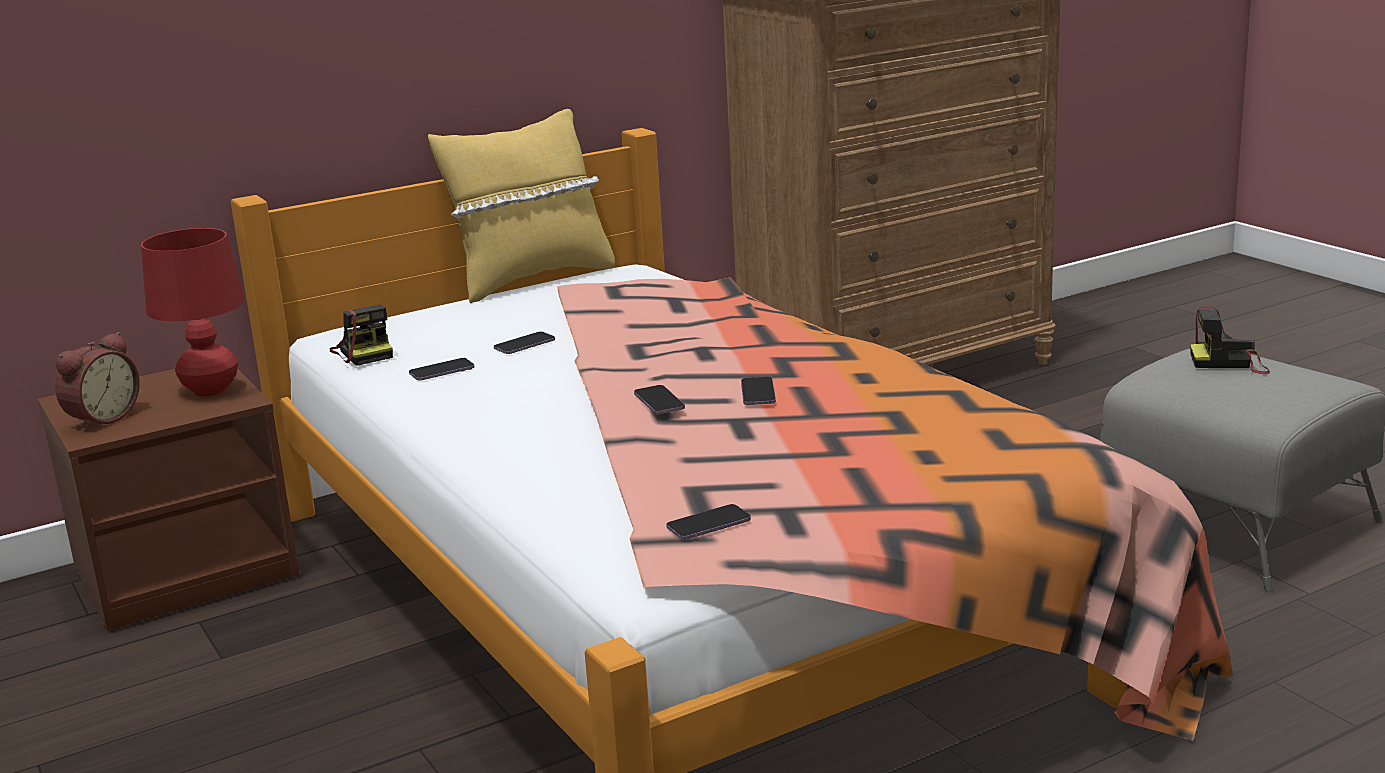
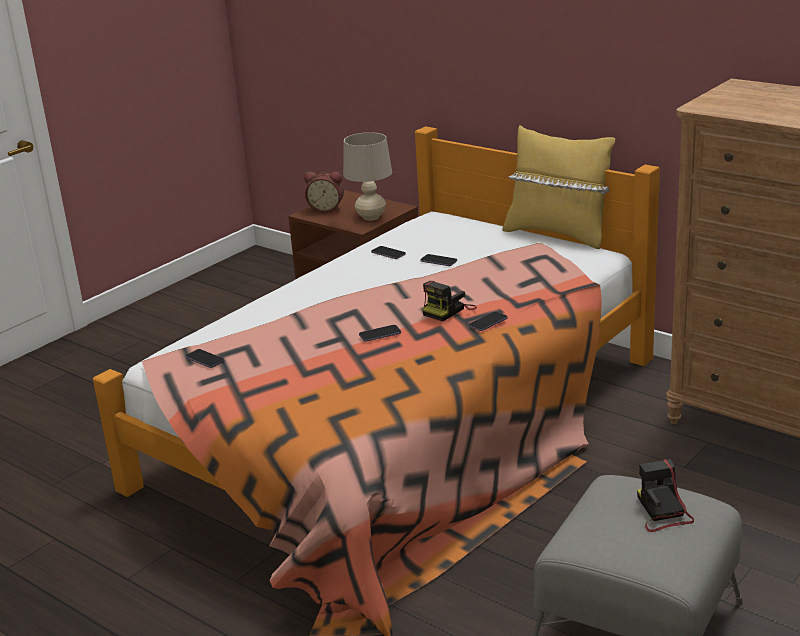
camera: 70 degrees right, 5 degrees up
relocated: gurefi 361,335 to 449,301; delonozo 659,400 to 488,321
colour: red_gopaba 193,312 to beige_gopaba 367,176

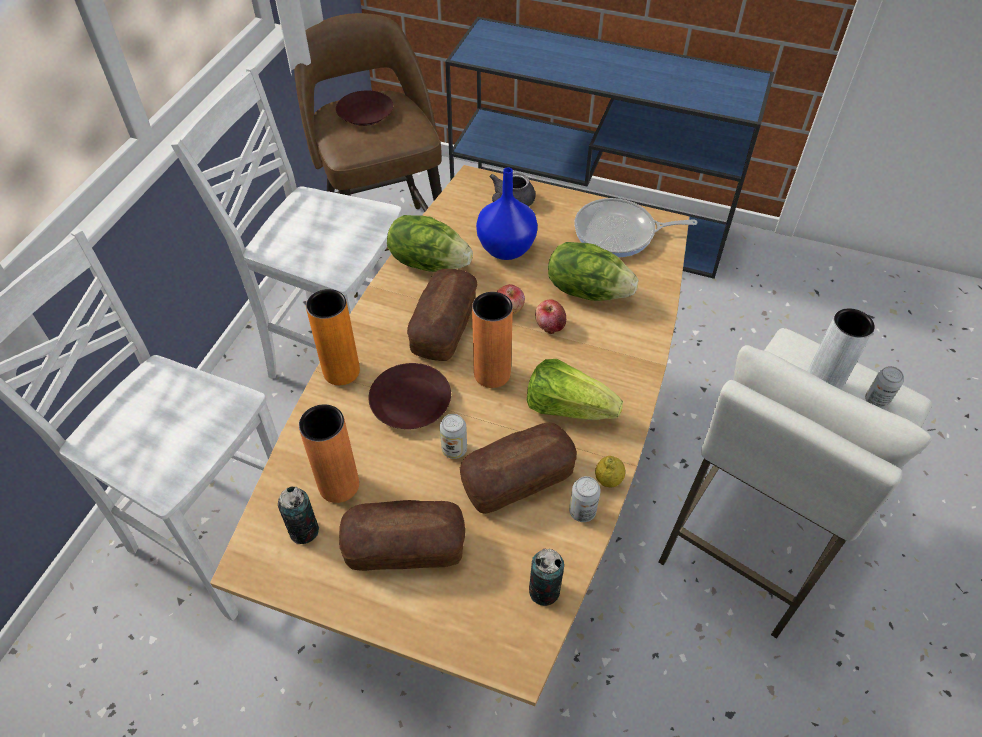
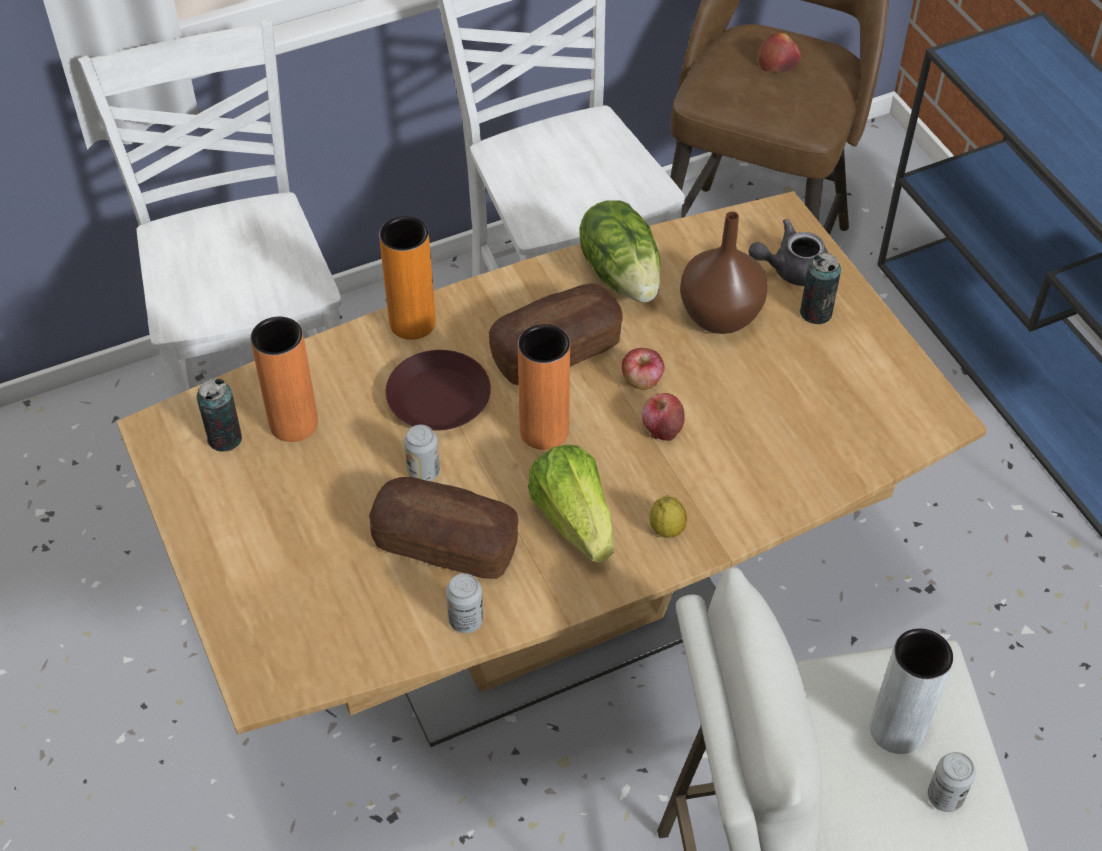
camera: 45 degrees right, 0 degrees up
missing: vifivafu 402,535; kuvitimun 593,271; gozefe 635,227
relocated: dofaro 546,577 to 820,288; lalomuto 610,472 to 668,516
exchanged: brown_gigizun 364,108 to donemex 779,52
colour: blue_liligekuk 507,213 to brown_liligekuk 724,272

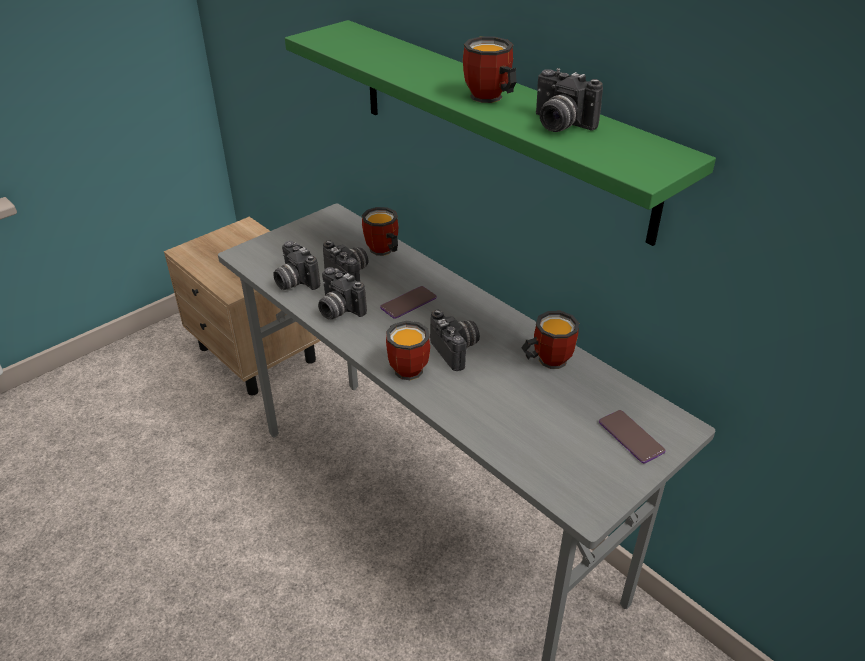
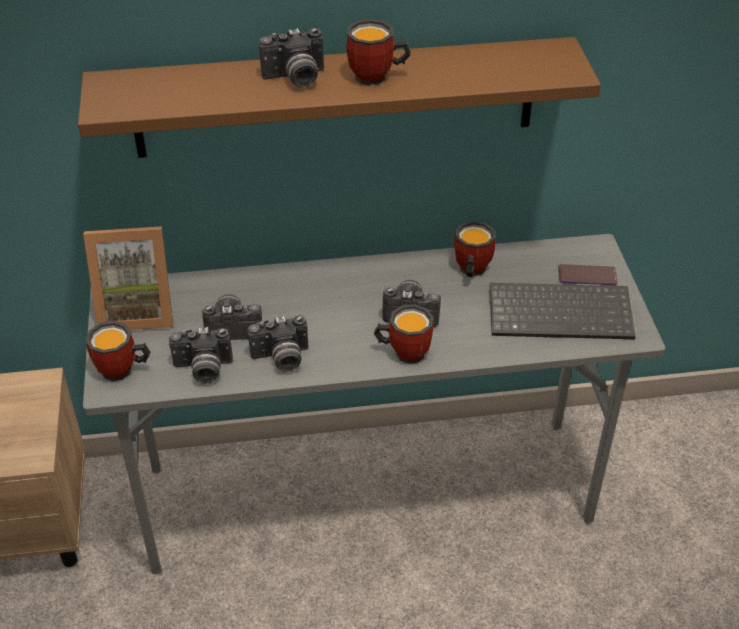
camera: 55 degrees left, 5 degrees up
missing: delonozo 408,302
appeared: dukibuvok 128,278; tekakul 563,311
relocated: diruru 380,231 to 118,351; gurefi 569,100 to 291,57
colour: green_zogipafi 500,133 to brown_zogipafi 339,97

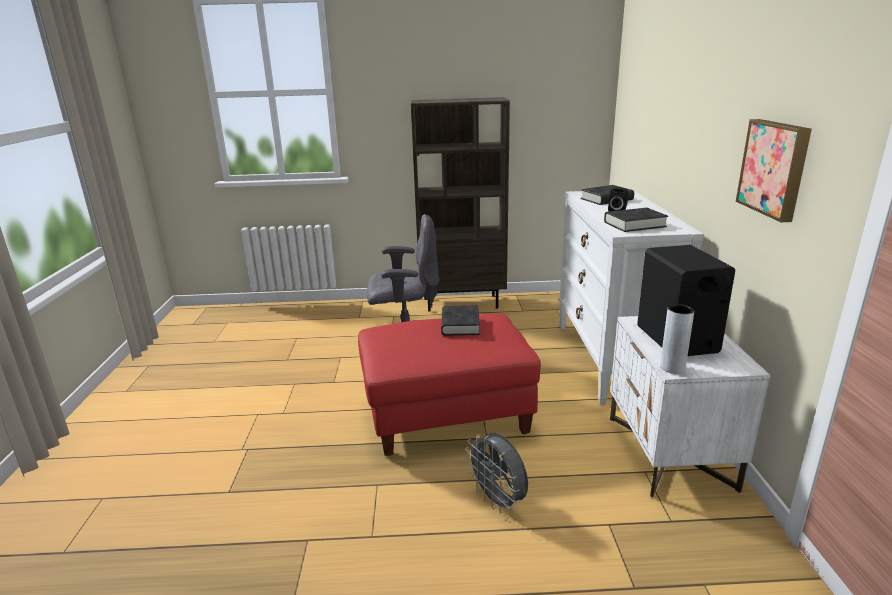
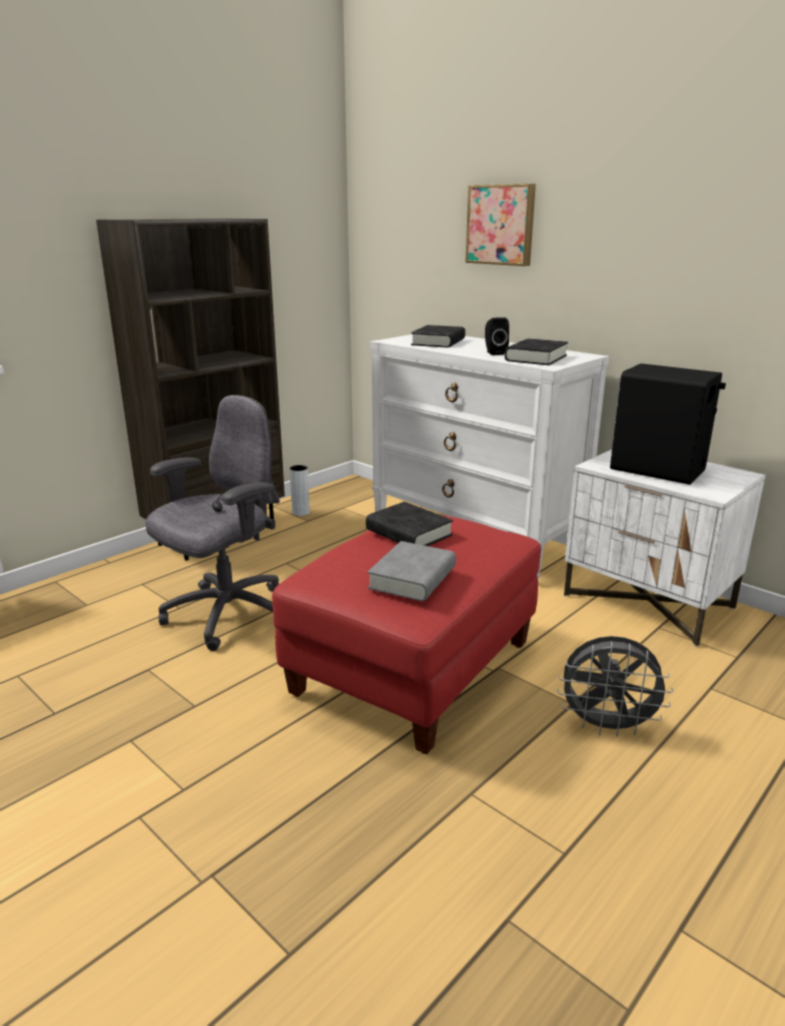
camera: 45 degrees left, 0 degrees up
appeared: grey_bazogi 411,571
relocated: grey_liligekuk 677,339 to 300,490; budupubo 774,170 to 500,225

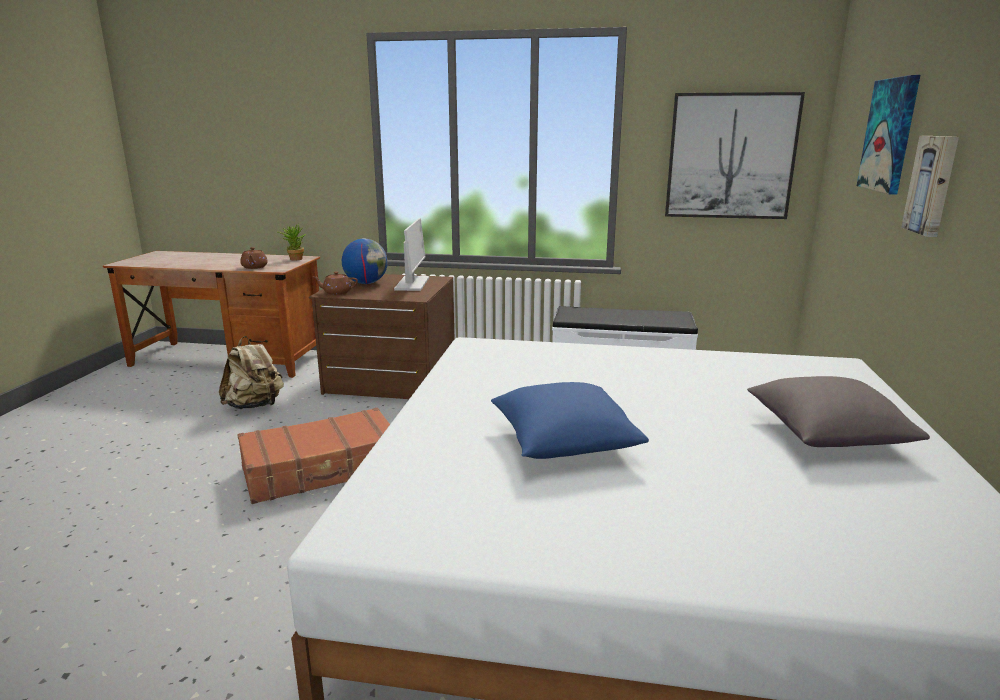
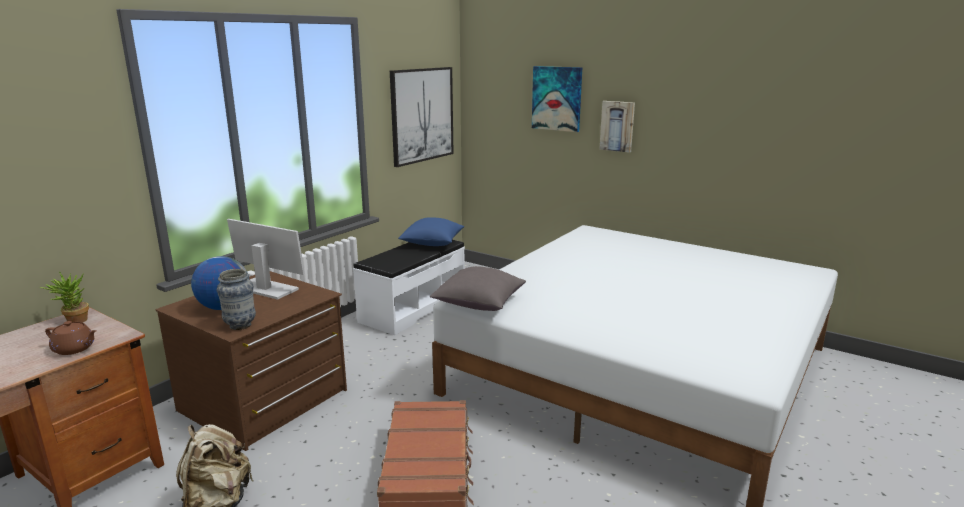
camera: 65 degrees left, 0 degrees up
relocated: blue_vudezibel 570,420 to 431,231; grey_vudezibel 838,411 to 478,288
exchanged: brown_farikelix 336,283 to liligekuk 236,299

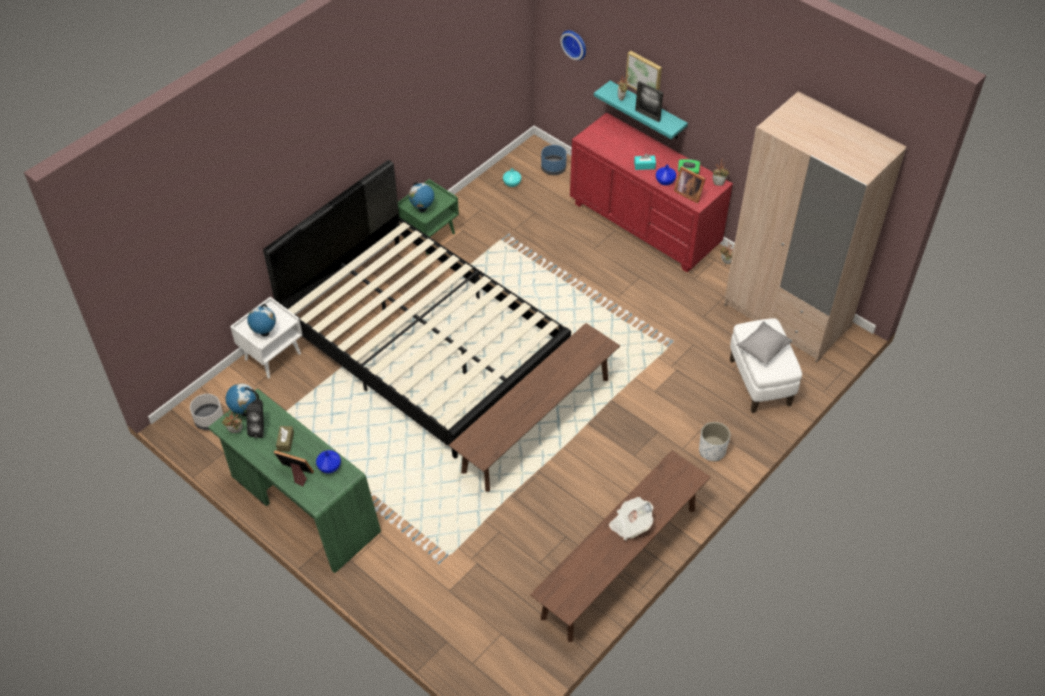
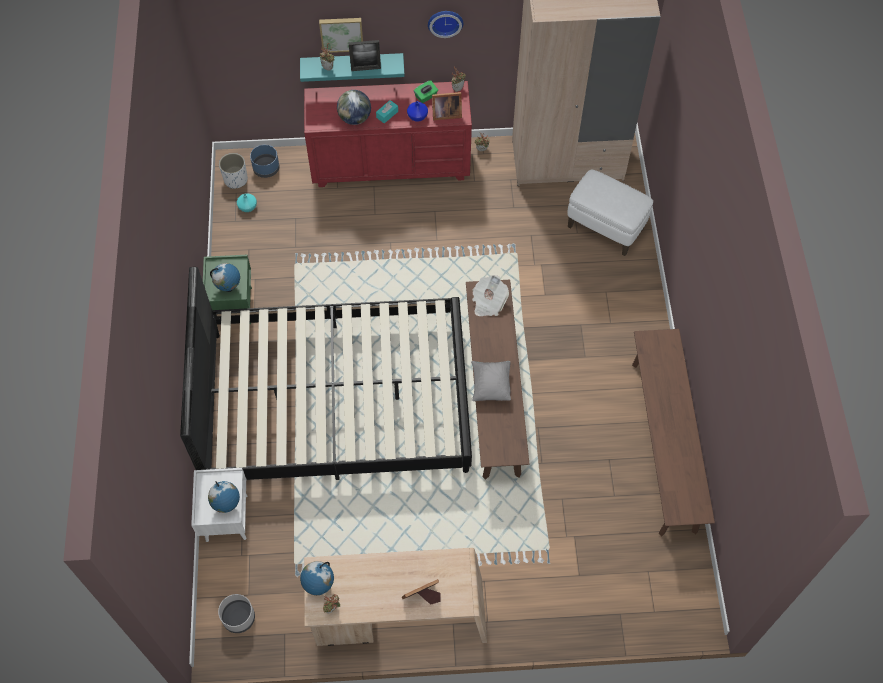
camera: 45 degrees left, 10 degrees up
missing: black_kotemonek 255,418; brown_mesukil 285,439; blue_liligekuk 328,462
appeared: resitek 354,107
relocated: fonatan 573,45 to 445,24; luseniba 631,519 to 490,295; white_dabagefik 714,441 to 233,171; grey_vudezibel 764,343 to 491,381
colour: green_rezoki 294,481 to beige_rezoki 395,597

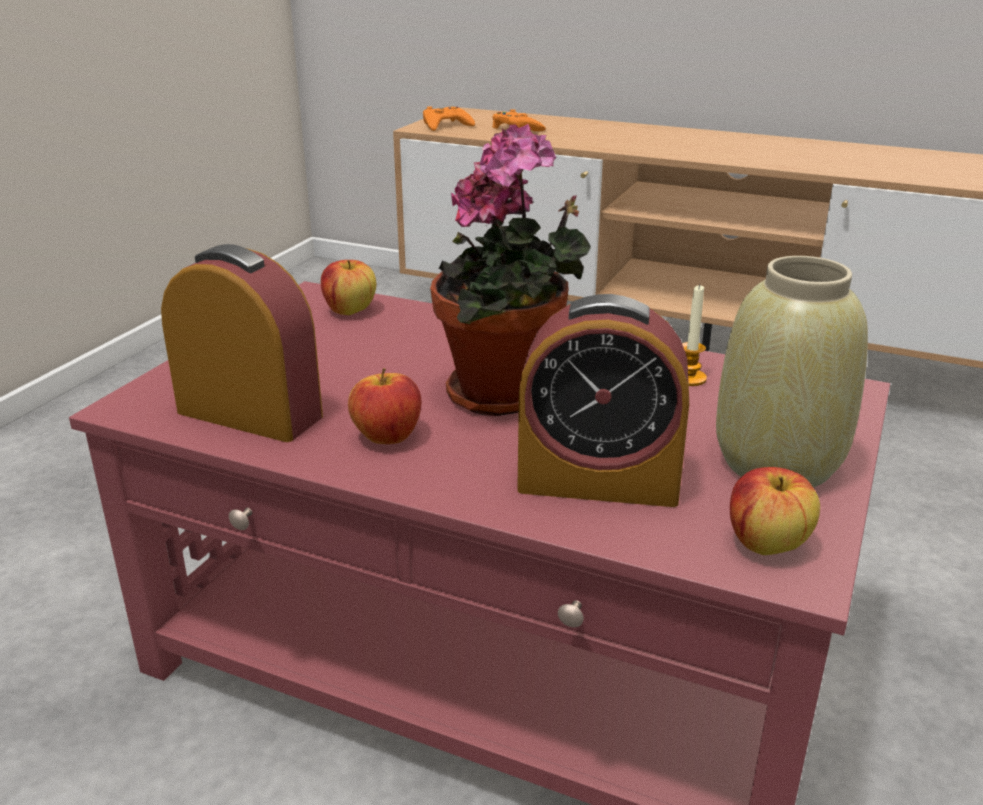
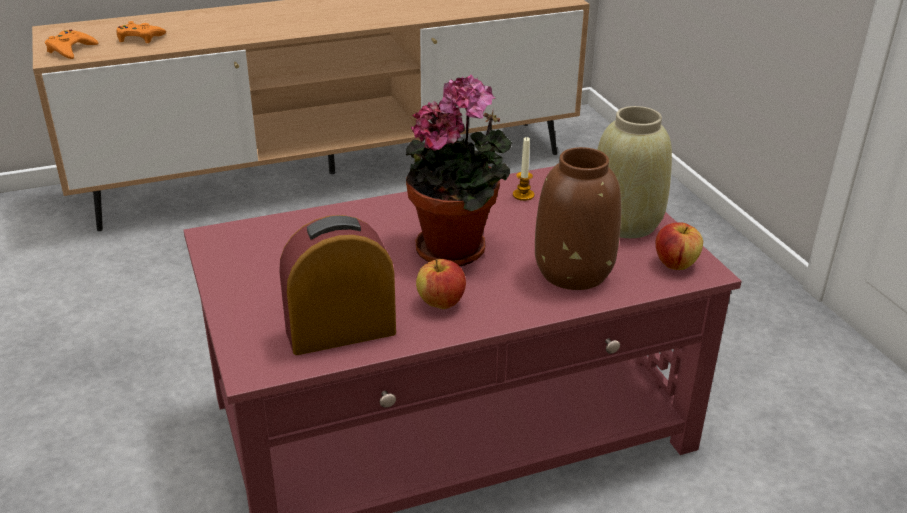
camera: 45 degrees left, 5 degrees up
missing: donemex 348,287
exchanged: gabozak 603,400 to brown_liligekuk 578,218

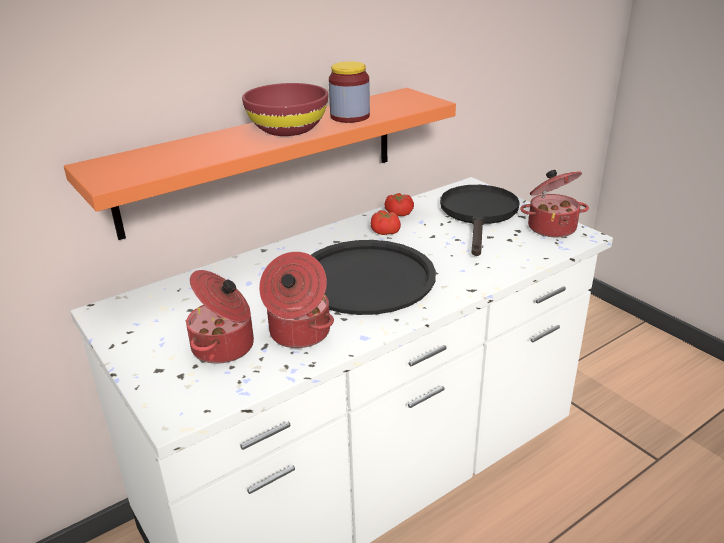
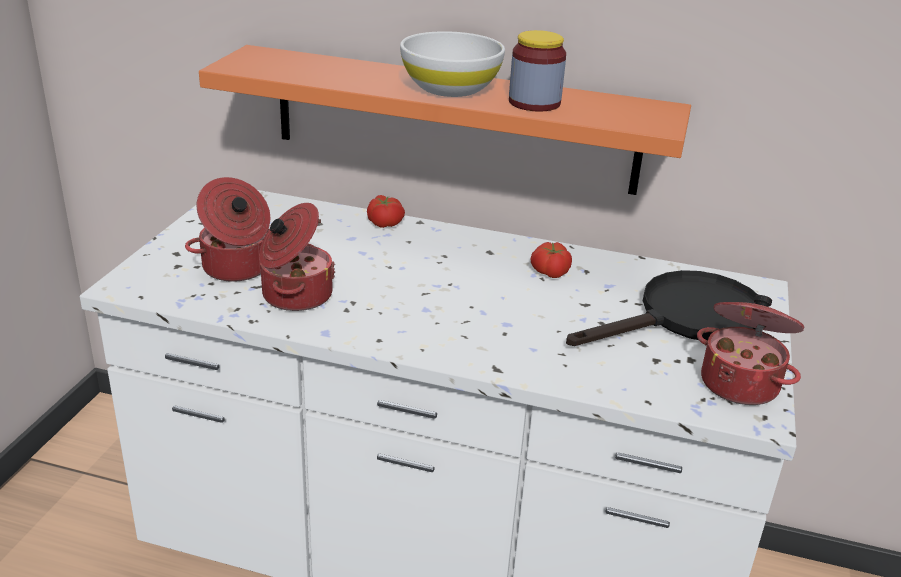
camera: 50 degrees right, 0 degrees up
missing: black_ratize 373,277
relocated: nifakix 399,204 to 386,211
colour: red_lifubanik 285,109 to white_lifubanik 452,64

